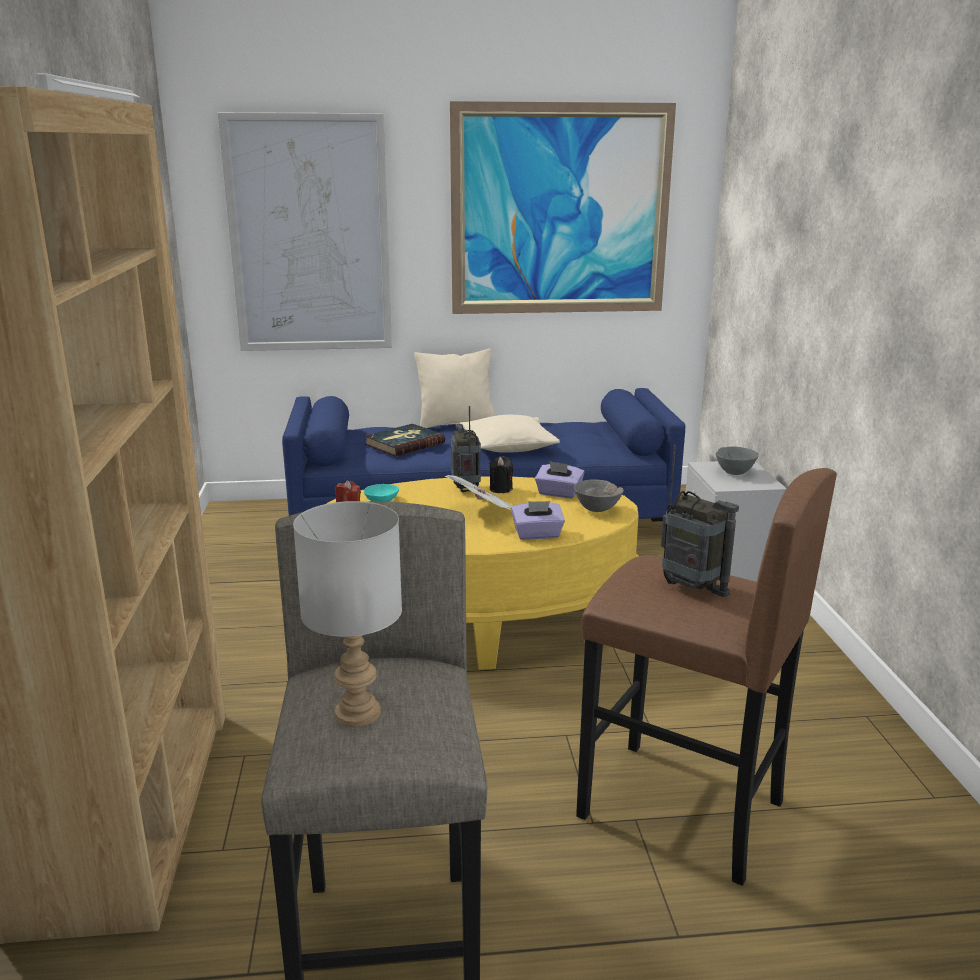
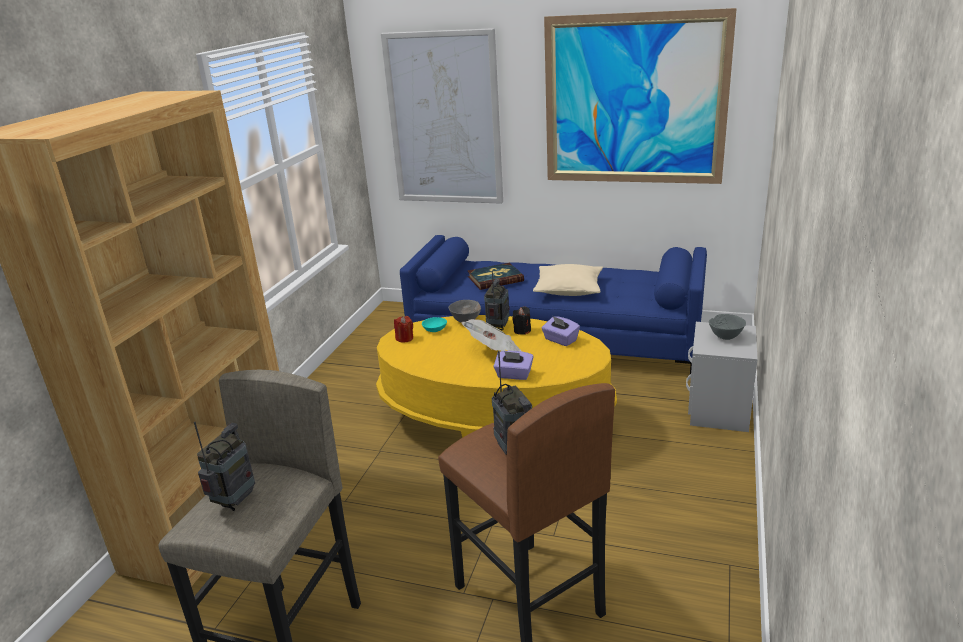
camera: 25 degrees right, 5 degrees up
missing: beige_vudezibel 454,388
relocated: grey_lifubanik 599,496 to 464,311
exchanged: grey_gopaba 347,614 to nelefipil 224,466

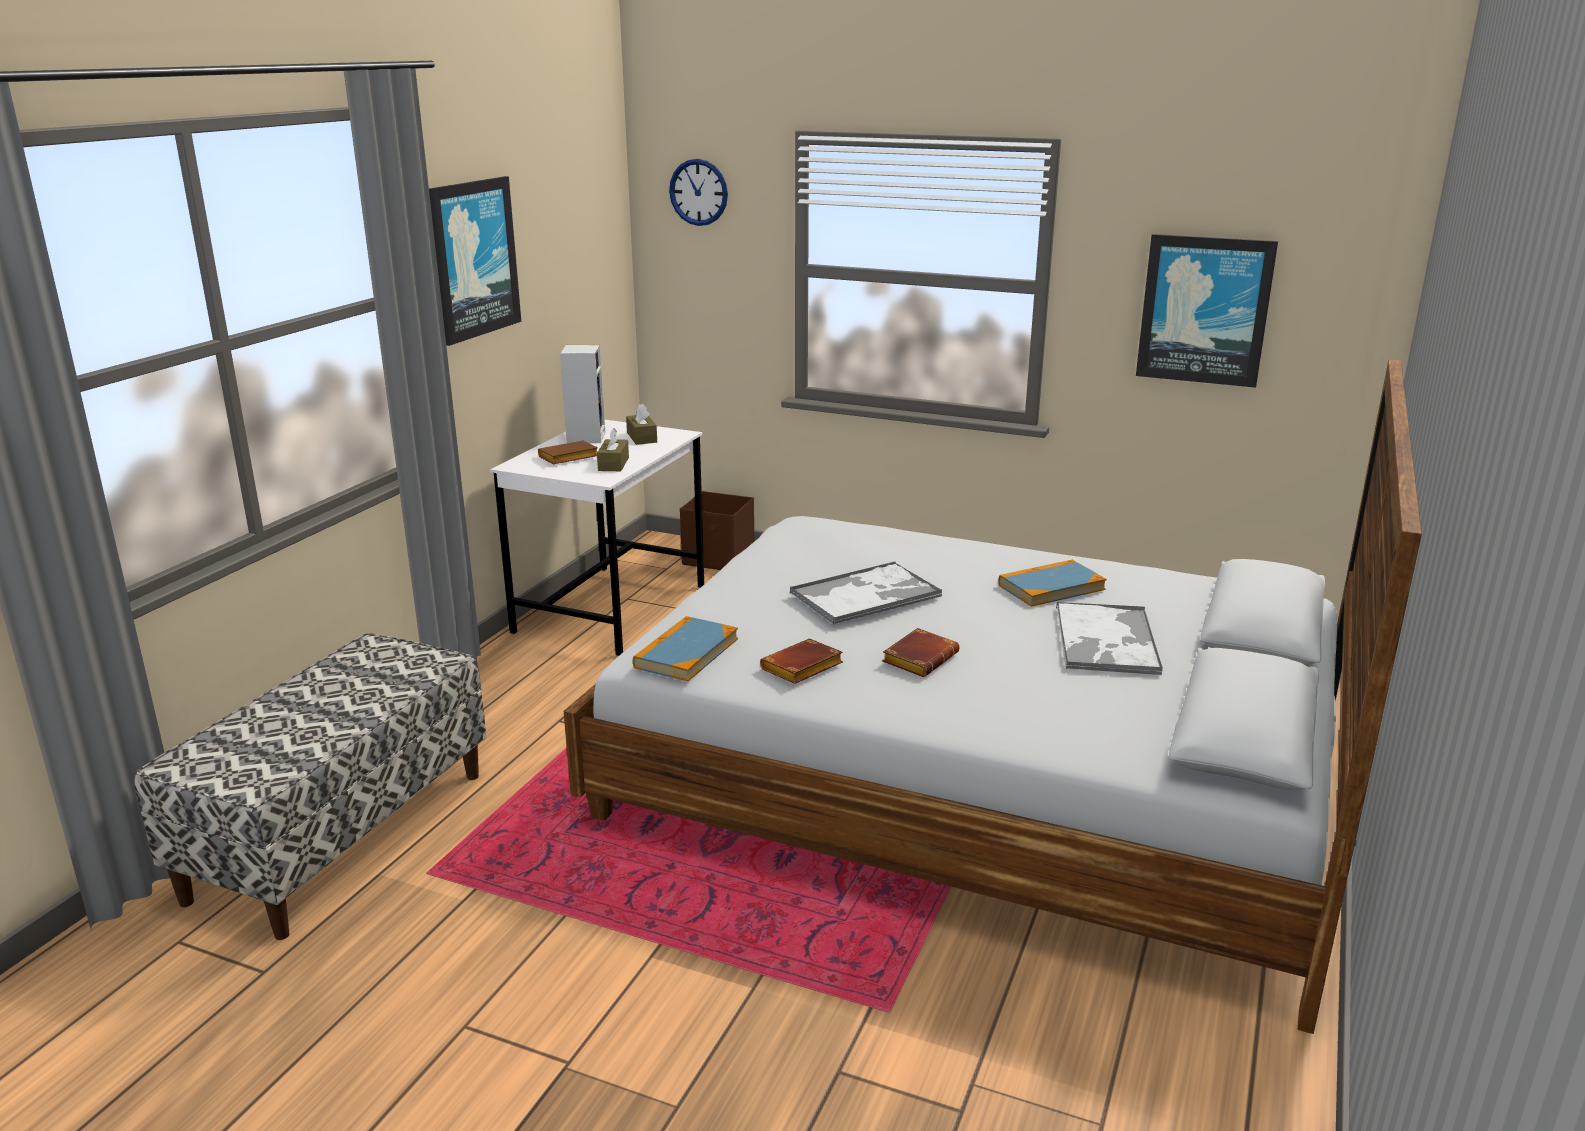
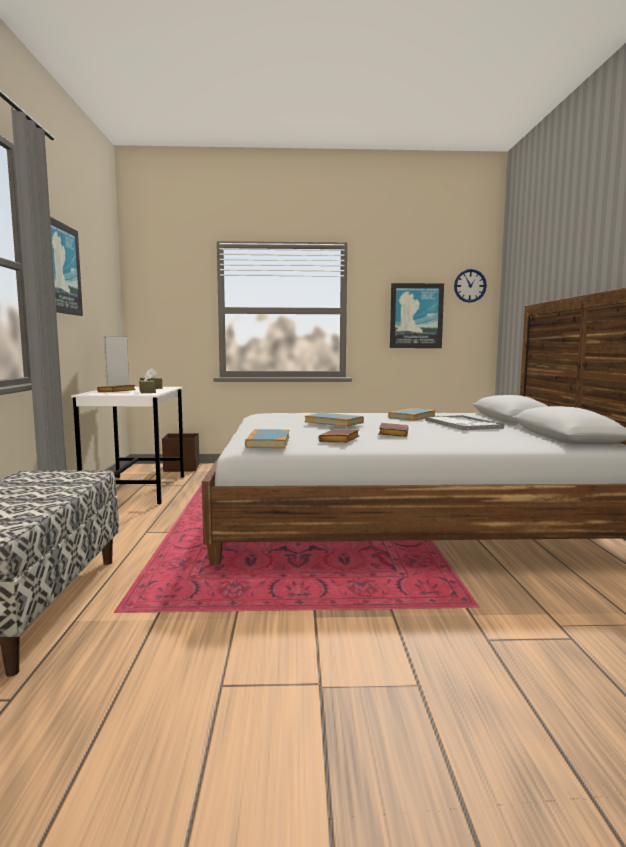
camera: 25 degrees left, 15 degrees down
relocated: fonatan 698,192 to 470,286
exchanged: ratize 866,592 to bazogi 334,420

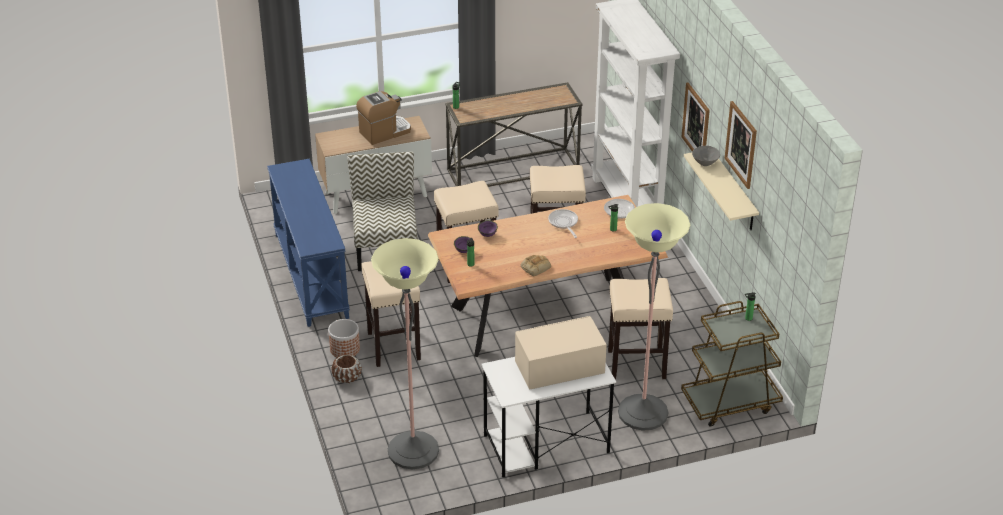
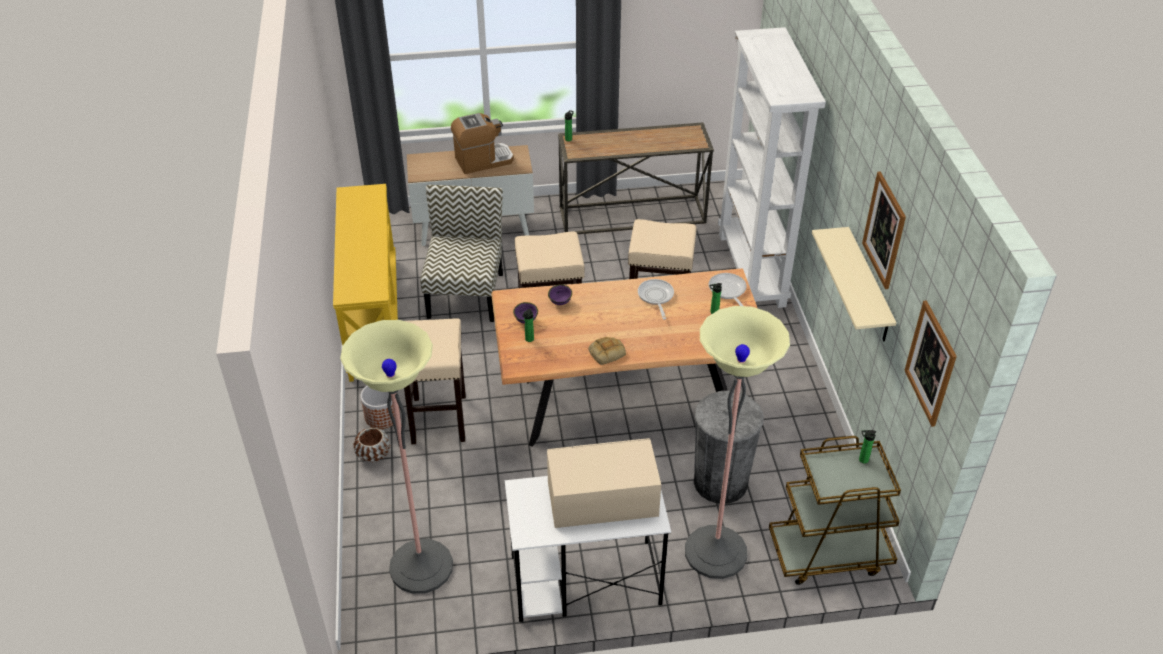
camera: 10 degrees right, 5 degrees up
missing: grey_lifubanik 706,156
relocated: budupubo 696,117 to 930,363
exchanged: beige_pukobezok 640,329 to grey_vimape 729,447
colour: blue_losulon 308,243 to yellow_losulon 365,283

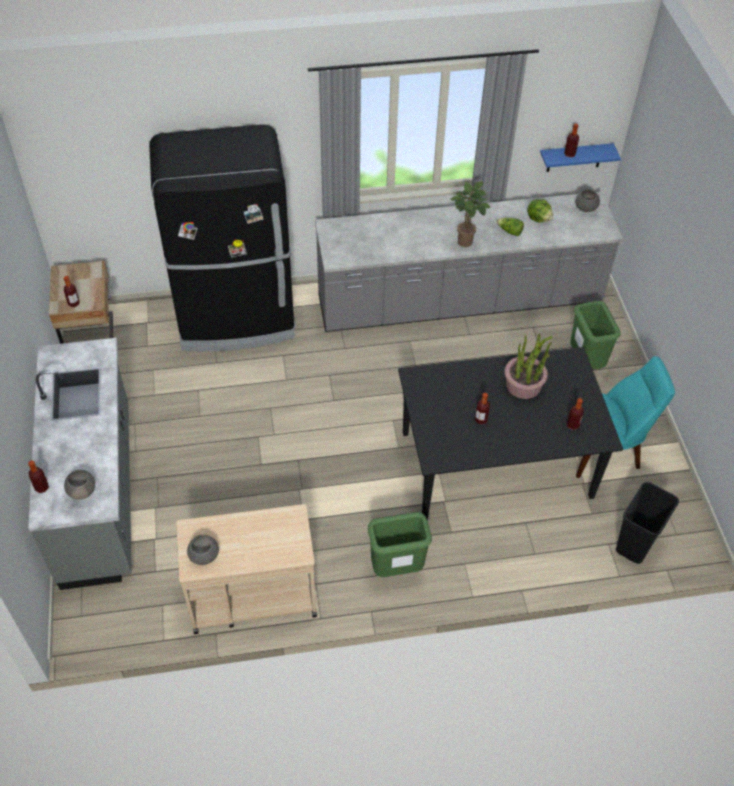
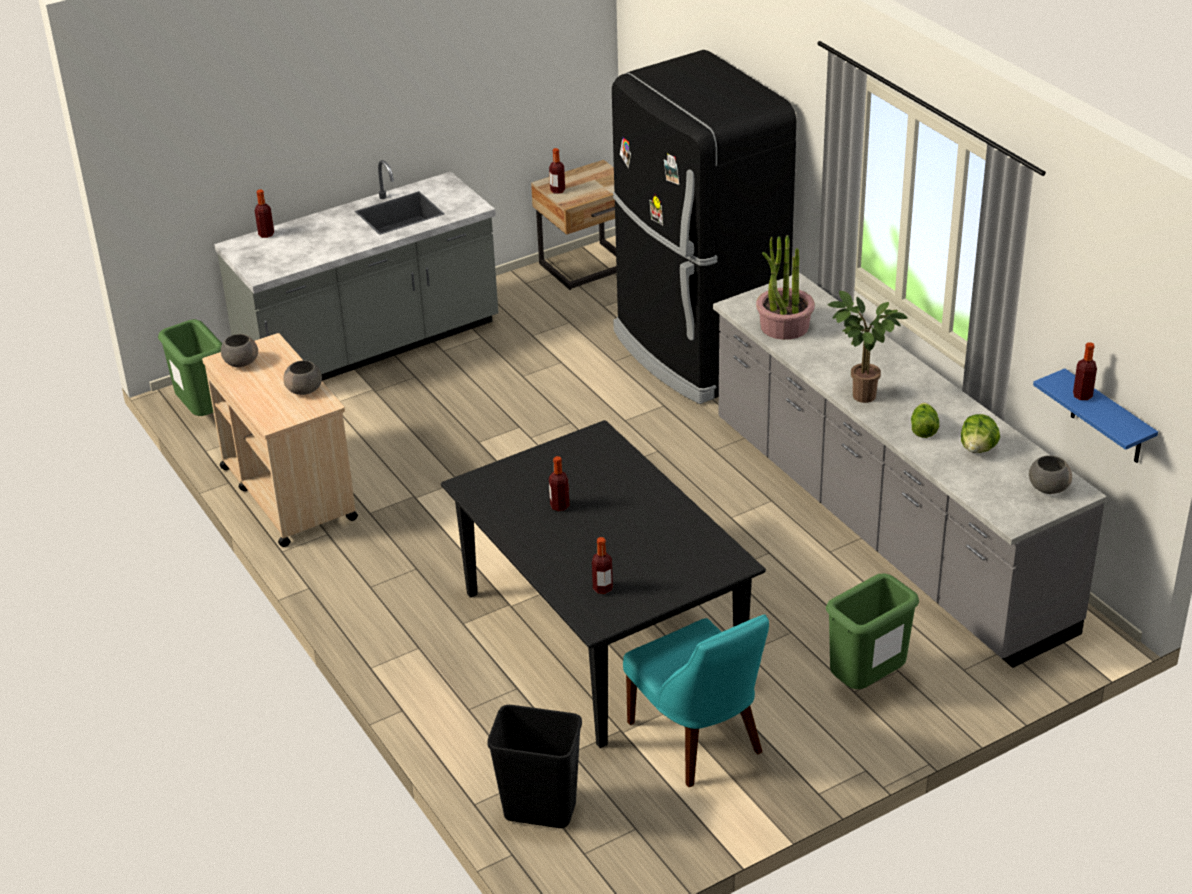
camera: 70 degrees right, 15 degrees down
relocated: grey_lifubanik 79,485 to 302,377; green_vimape 400,544 to 190,367; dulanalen 528,366 to 785,287

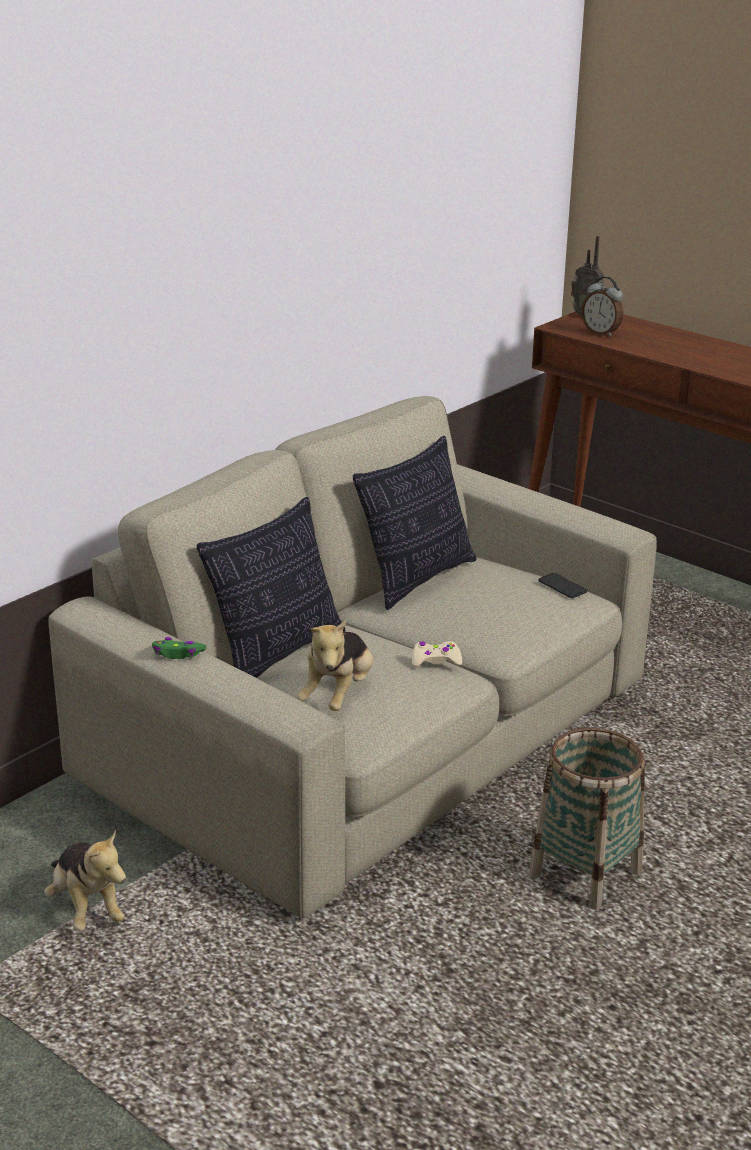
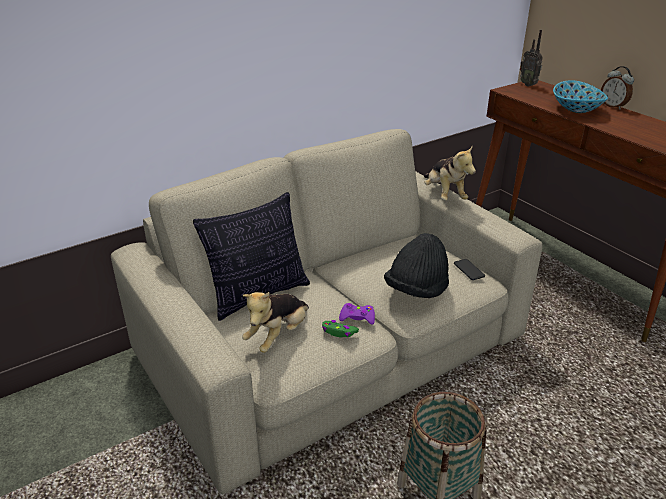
camera: 15 degrees right, 5 degrees up
missing: vudezibel 415,523
appeared: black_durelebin 416,265; lifubanik 580,96
relocated: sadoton 85,880 to 450,172; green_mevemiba 179,648 to 340,328; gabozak 603,307 to 617,88
colour: beige_mevemiba 437,654 to purple_mevemiba 357,314

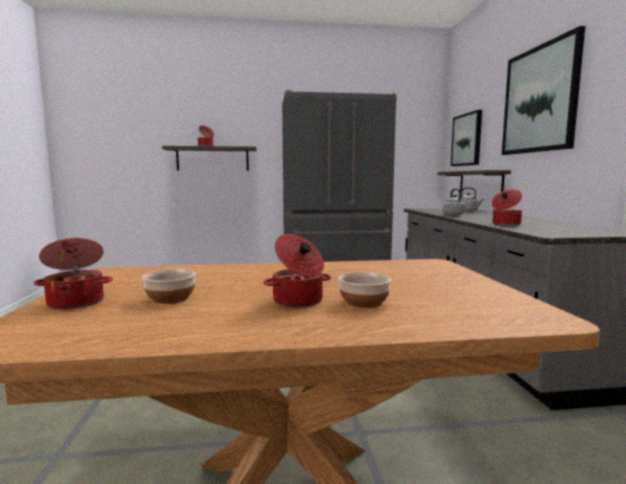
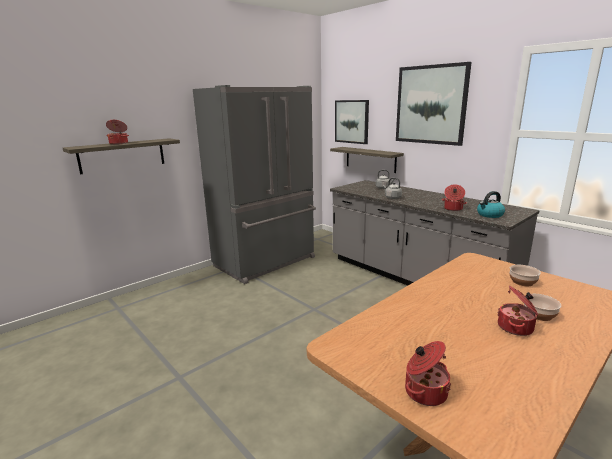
camera: 35 degrees left, 10 degrees up
appeared: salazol 491,204
relocated: lifubanik 169,286 to 525,275

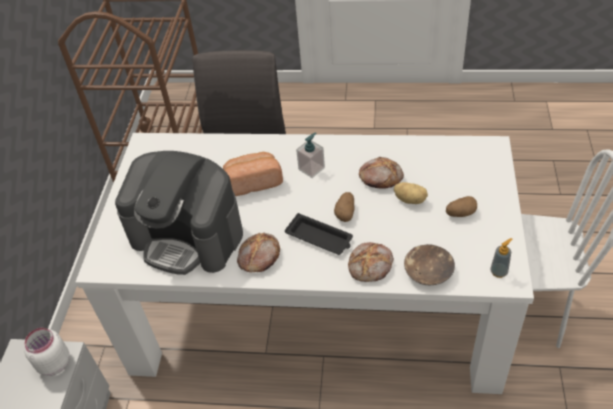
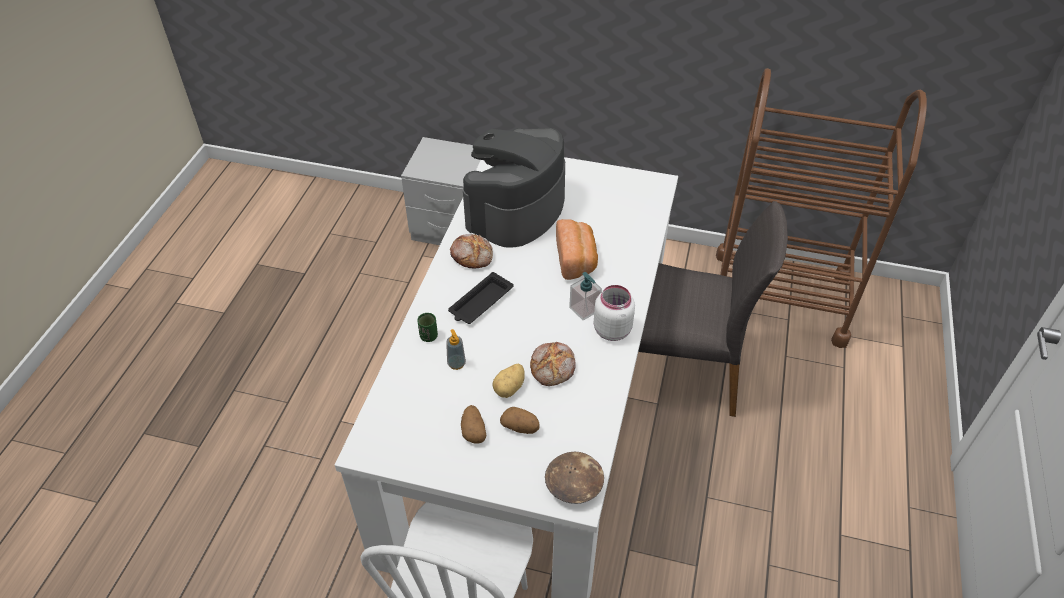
camera: 95 degrees right, 0 degrees up
relocated: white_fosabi 47,352 to 614,313; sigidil 344,207 to 520,420; brown_lifubanik 429,264 to 574,478; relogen 501,258 to 456,349
exchanged: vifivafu 371,262 to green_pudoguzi 427,327

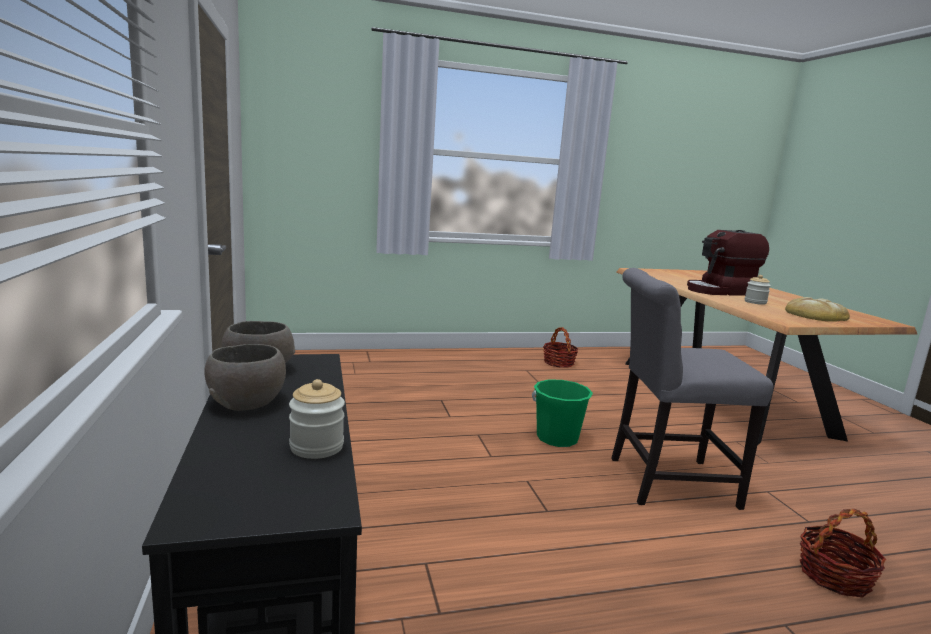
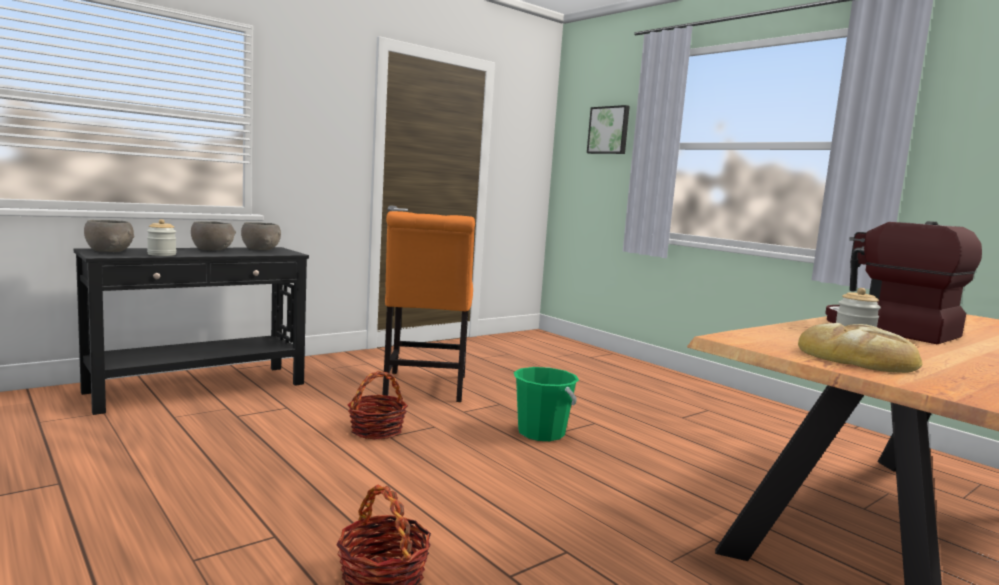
camera: 65 degrees right, 5 degrees down
missing: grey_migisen 692,389
appeared: grey_lifubanik 109,236; orange_migisen 428,306; budupubo 608,129
relocated: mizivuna 560,347 to 377,405

